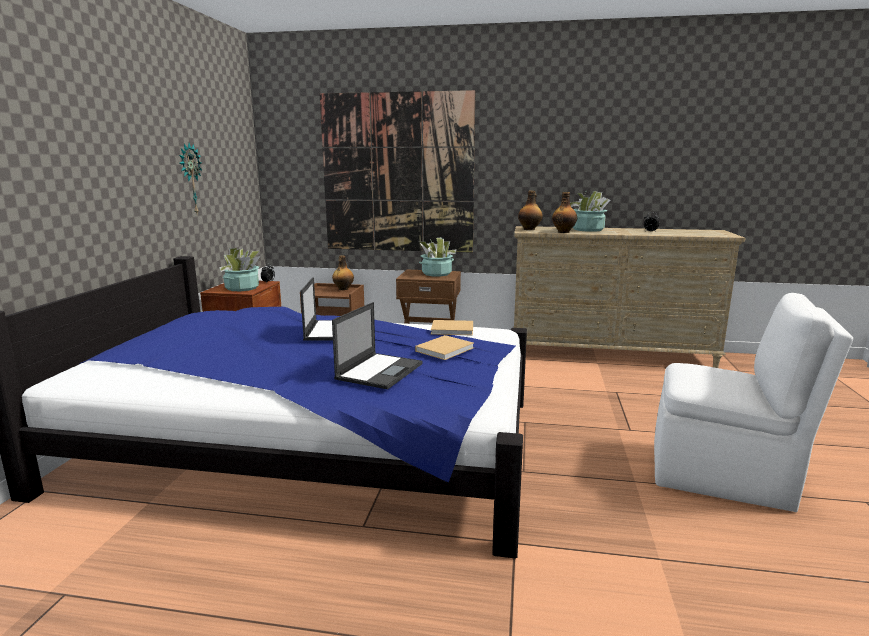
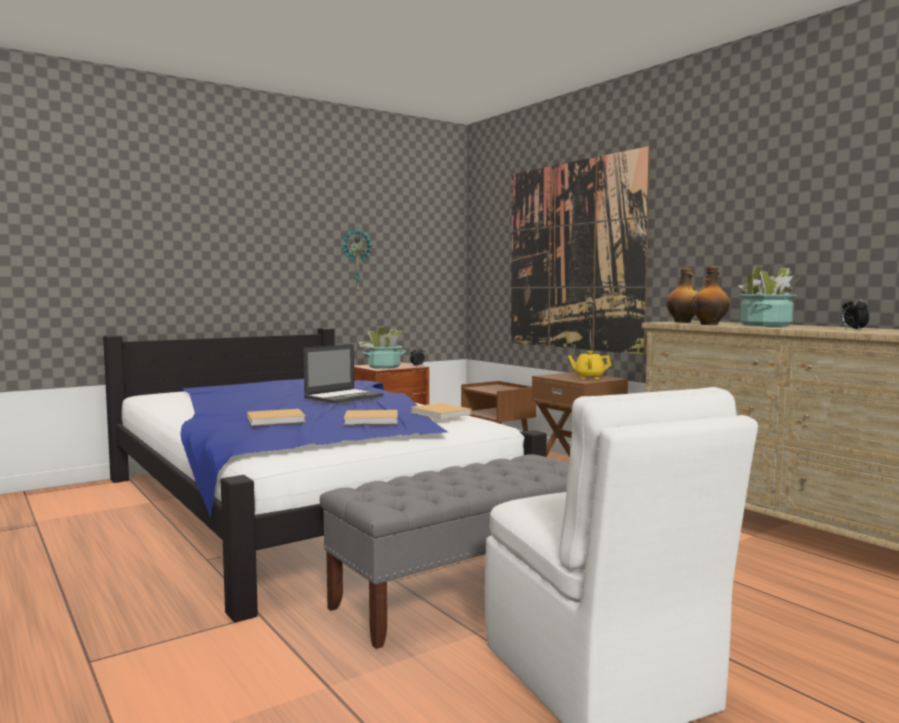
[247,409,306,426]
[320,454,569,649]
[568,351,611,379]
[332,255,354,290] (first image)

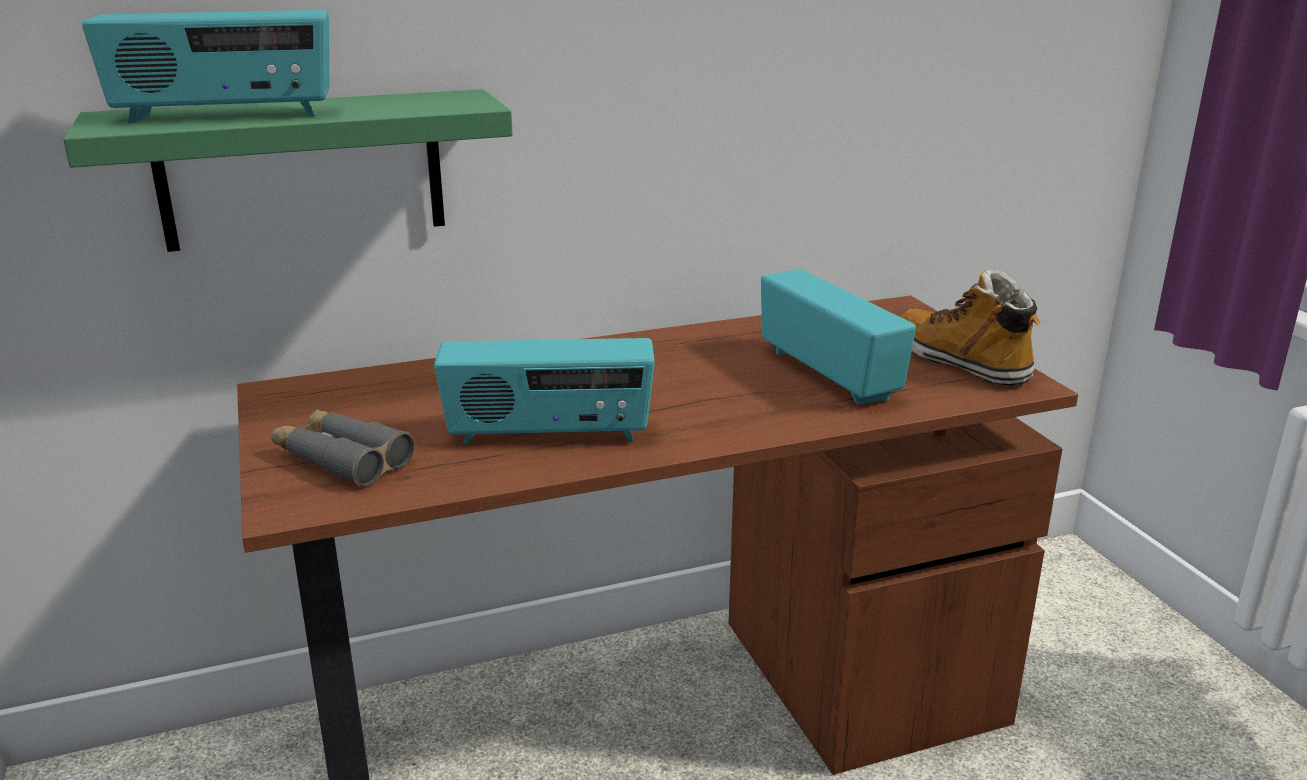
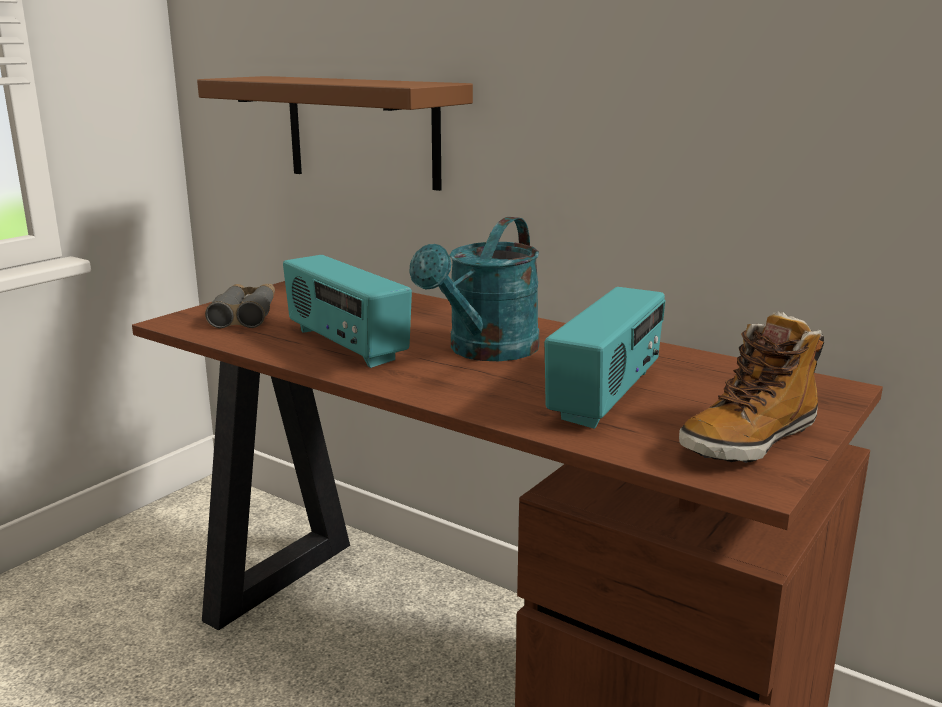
[197,76,473,191]
[410,217,539,361]
[679,311,824,463]
[82,10,329,123] (first image)

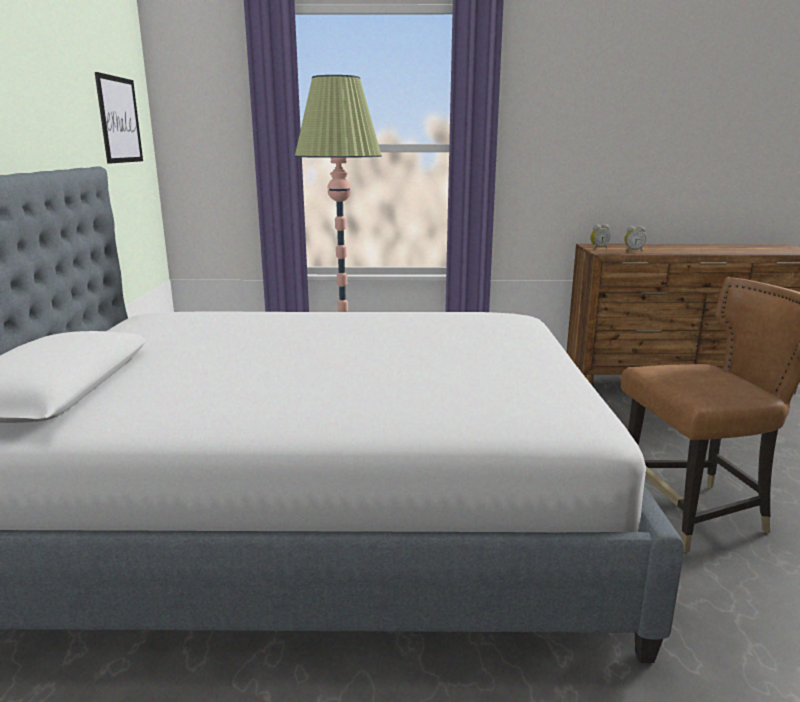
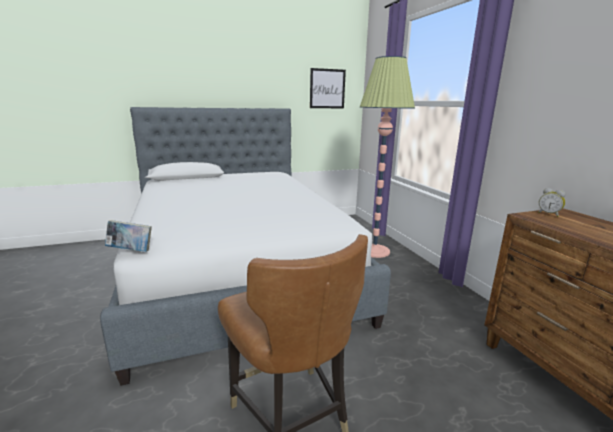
[105,220,152,252]
[624,226,646,251] (first image)

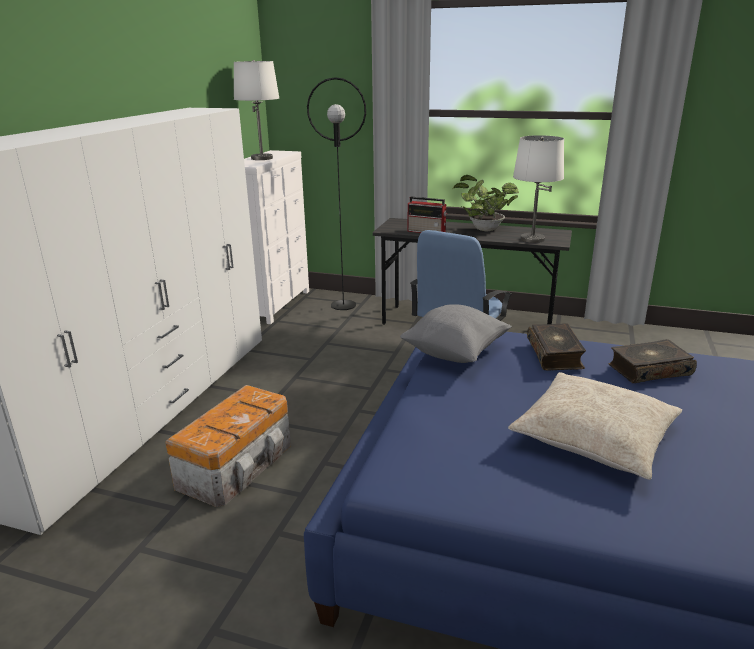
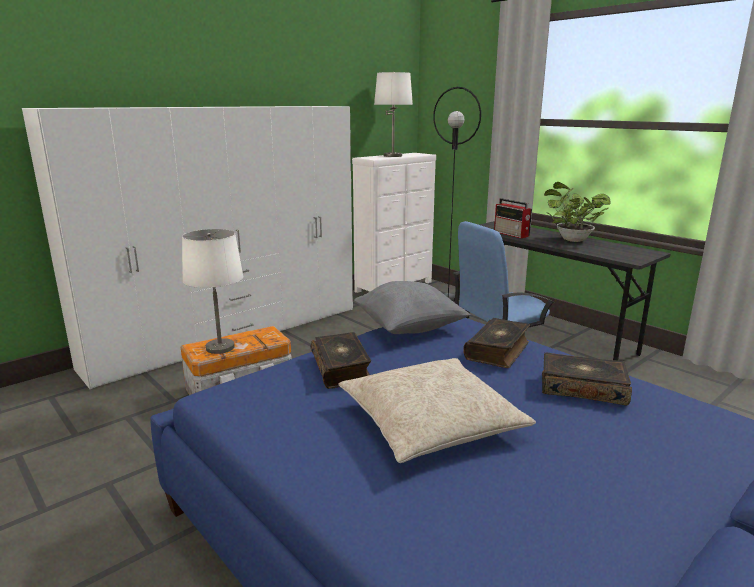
[182,229,244,354]
[311,332,371,389]

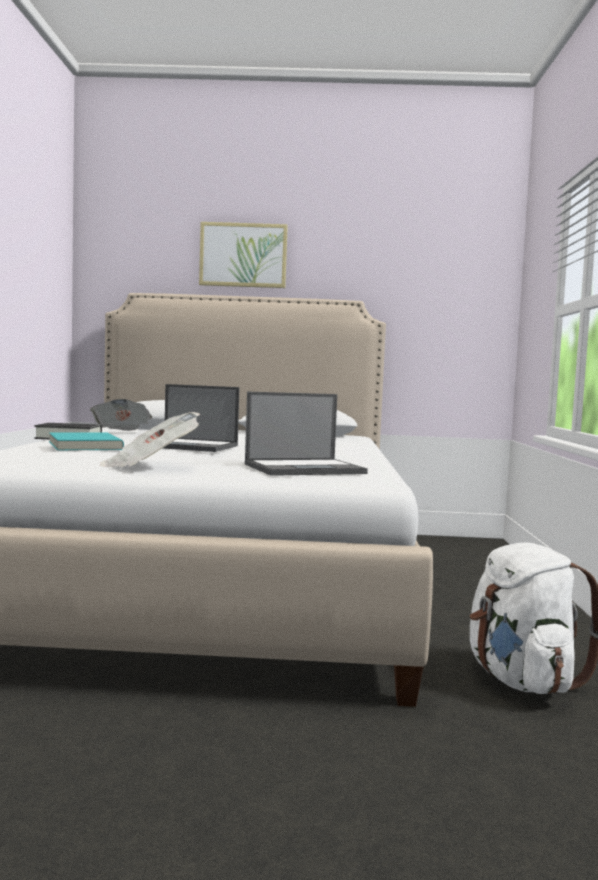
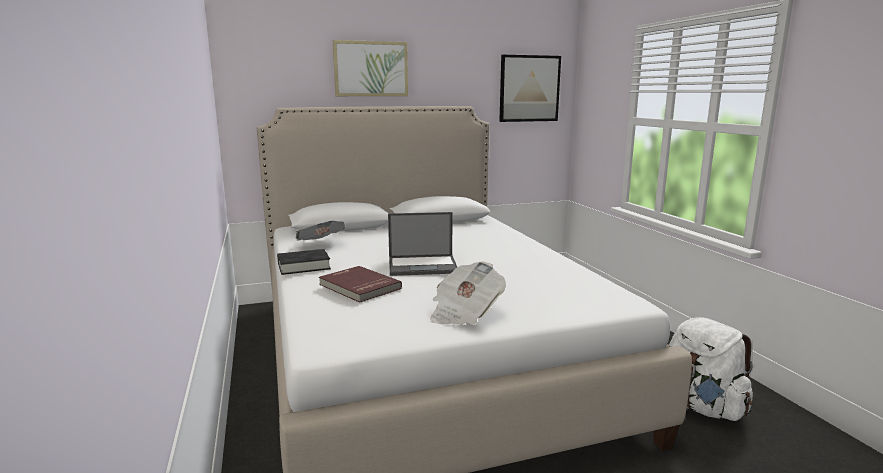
[319,266,402,303]
[499,55,561,122]
[245,392,368,476] (first image)

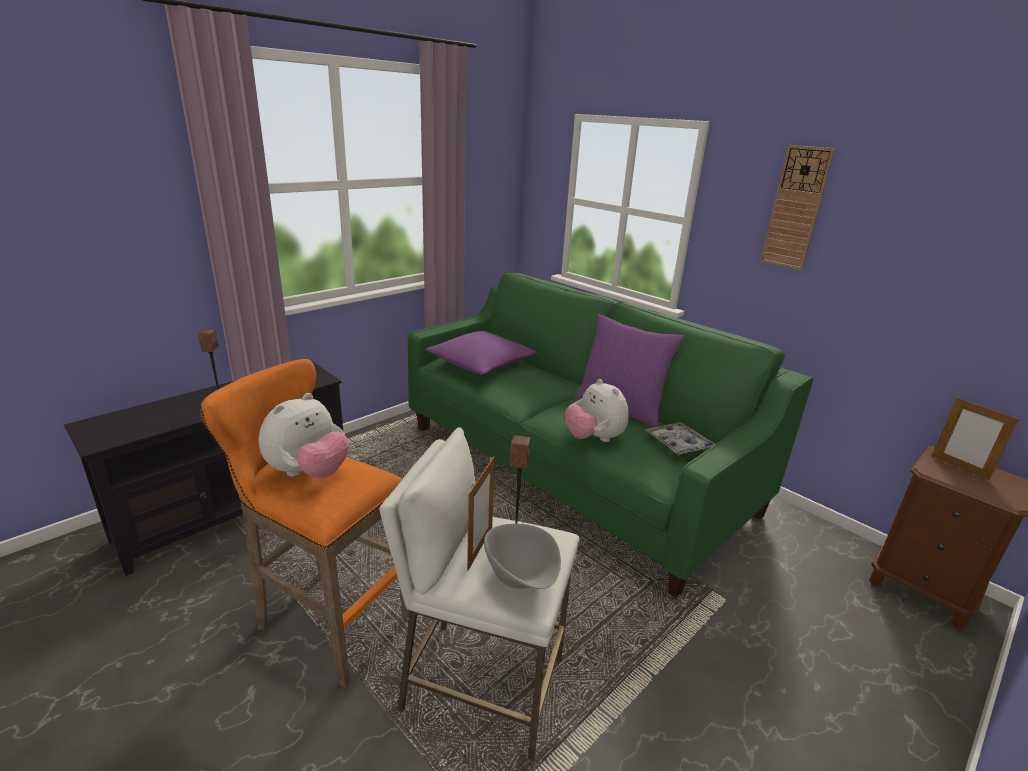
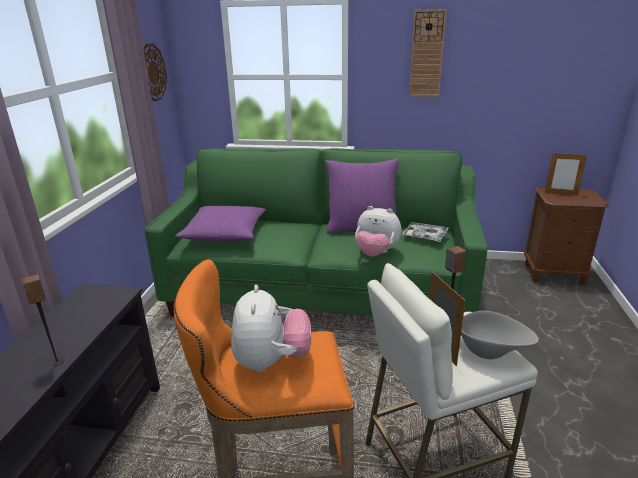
[143,43,167,102]

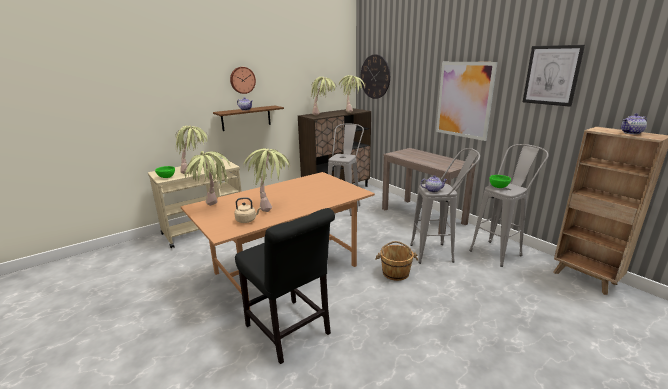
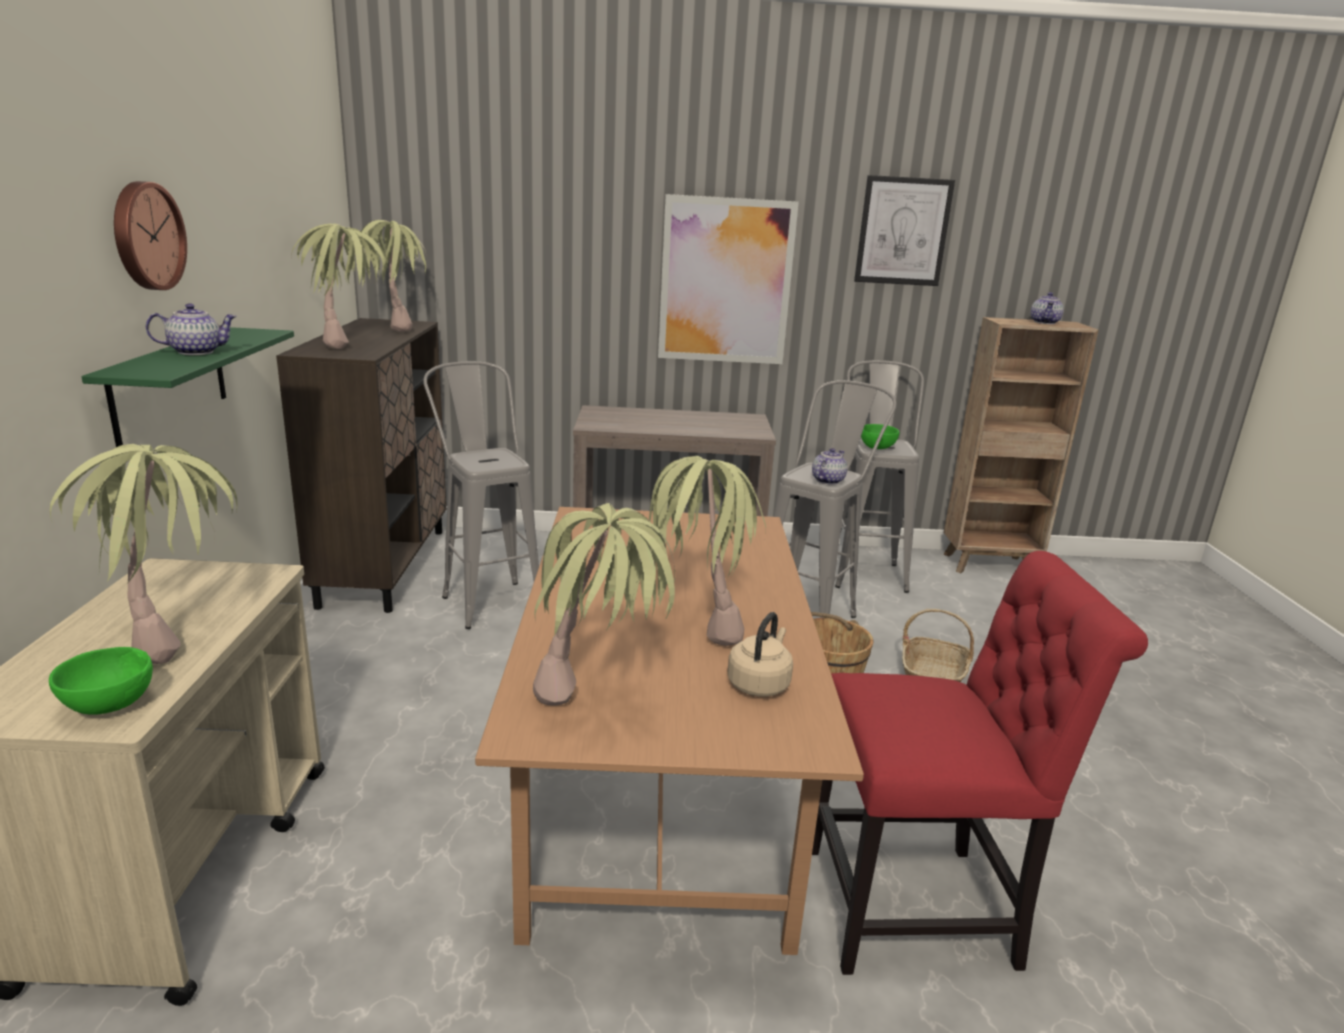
[81,327,294,447]
[812,551,1148,975]
[902,609,974,682]
[361,54,390,99] (first image)

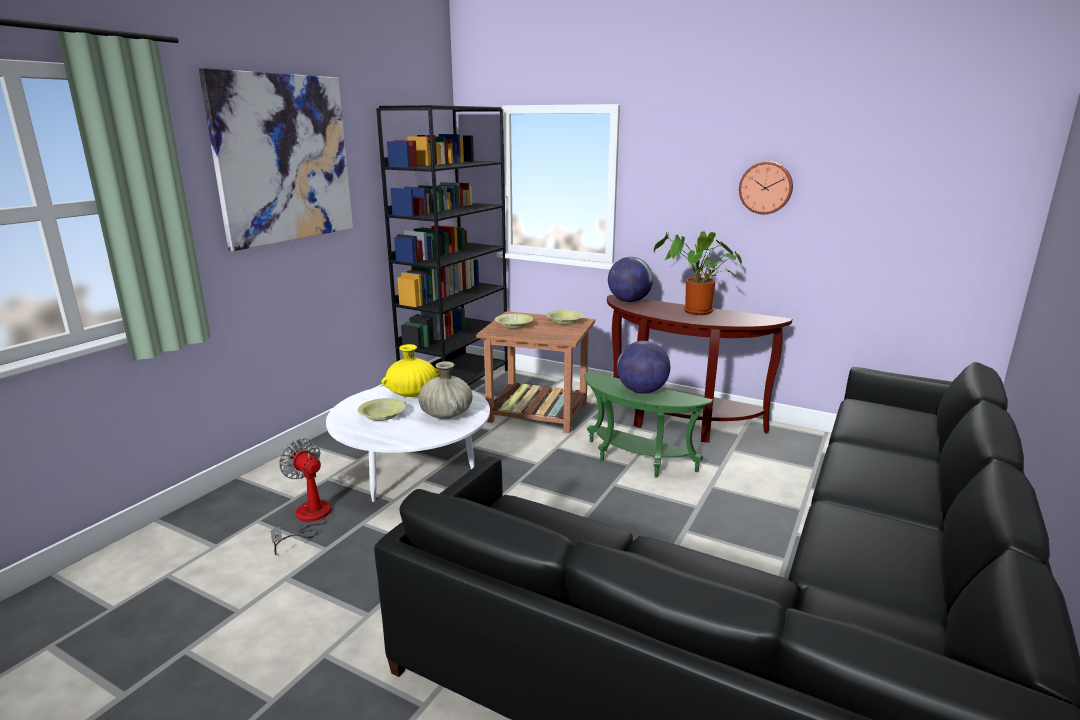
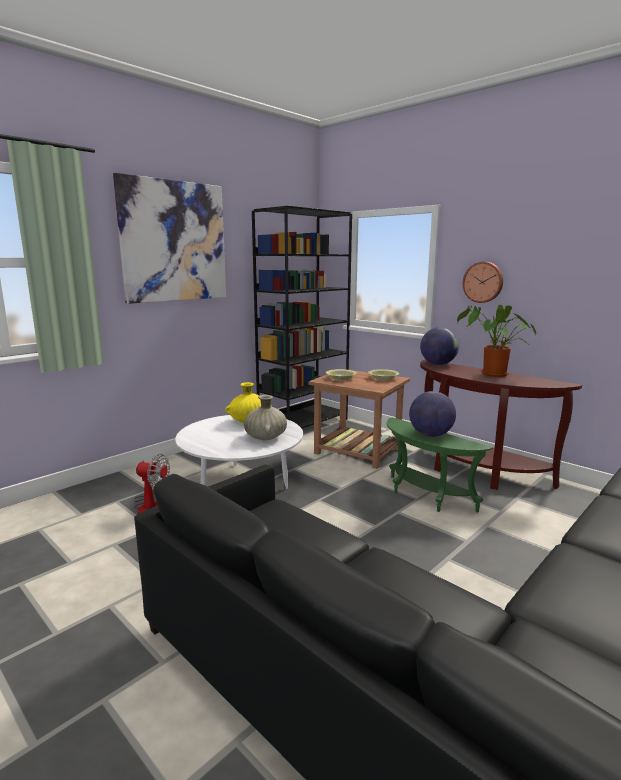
[134,454,170,514]
[463,262,503,303]
[357,398,405,421] (first image)

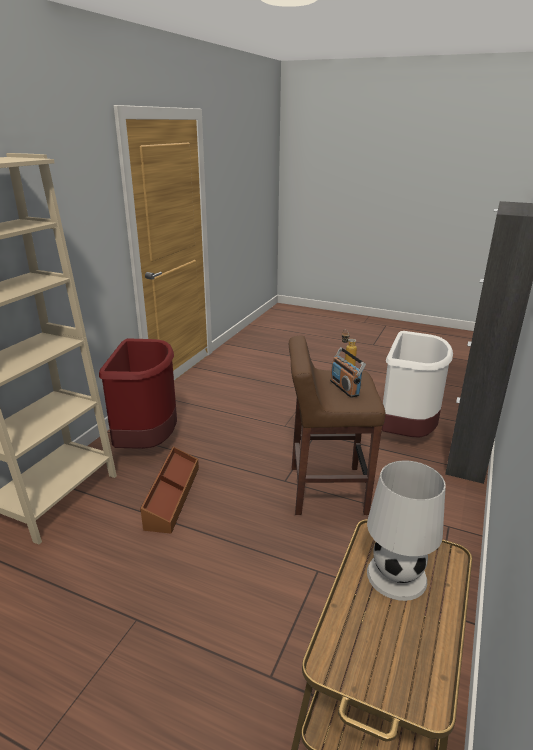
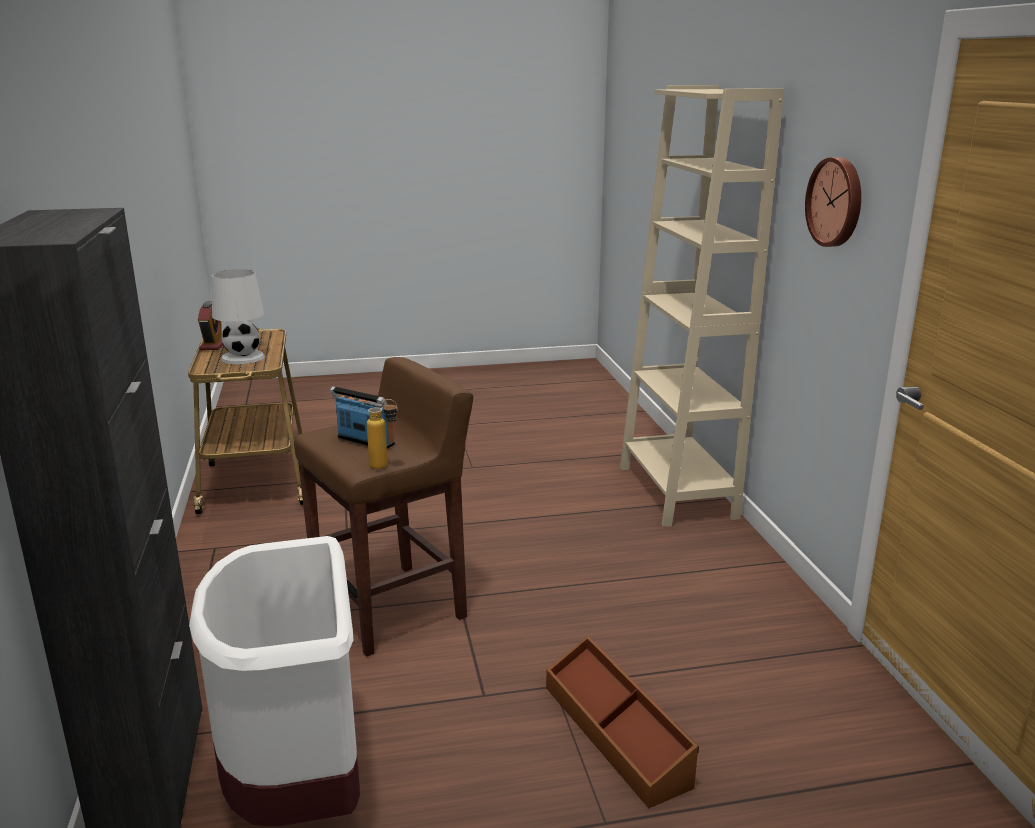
[198,301,223,350]
[546,636,699,808]
[805,157,861,247]
[99,338,177,449] (first image)

